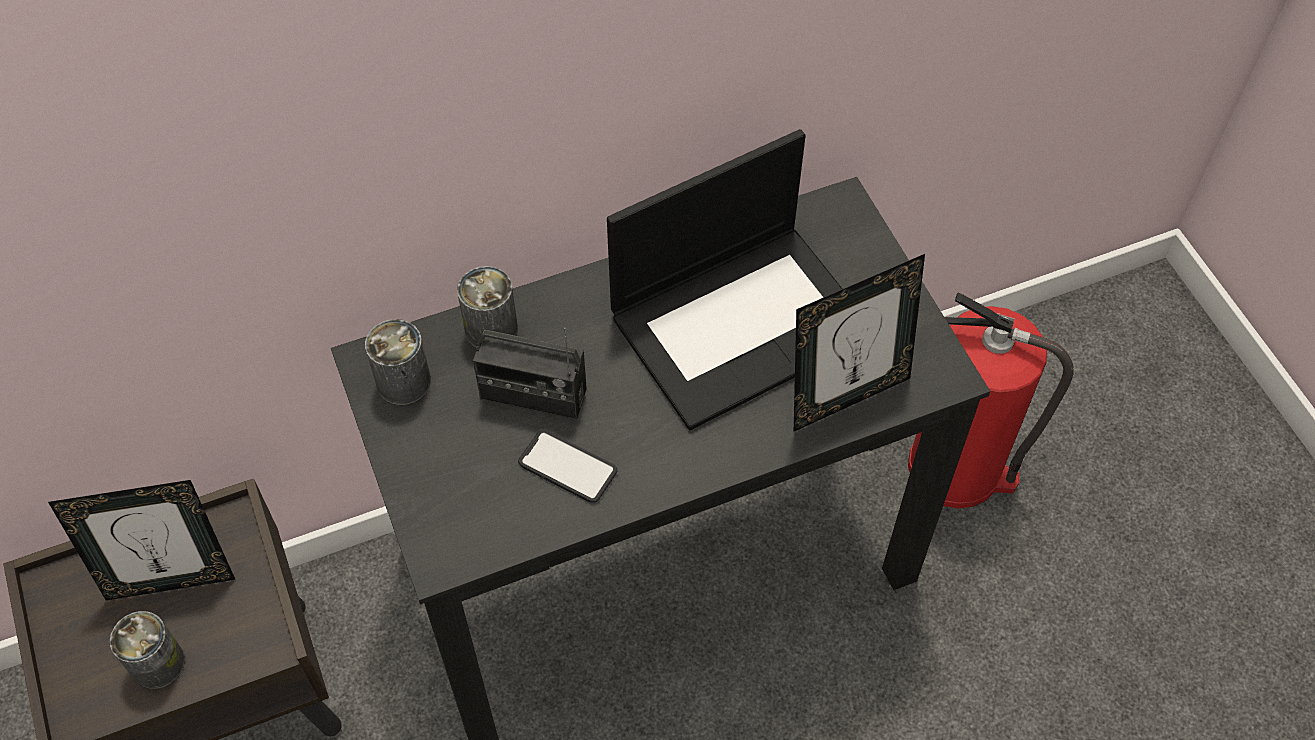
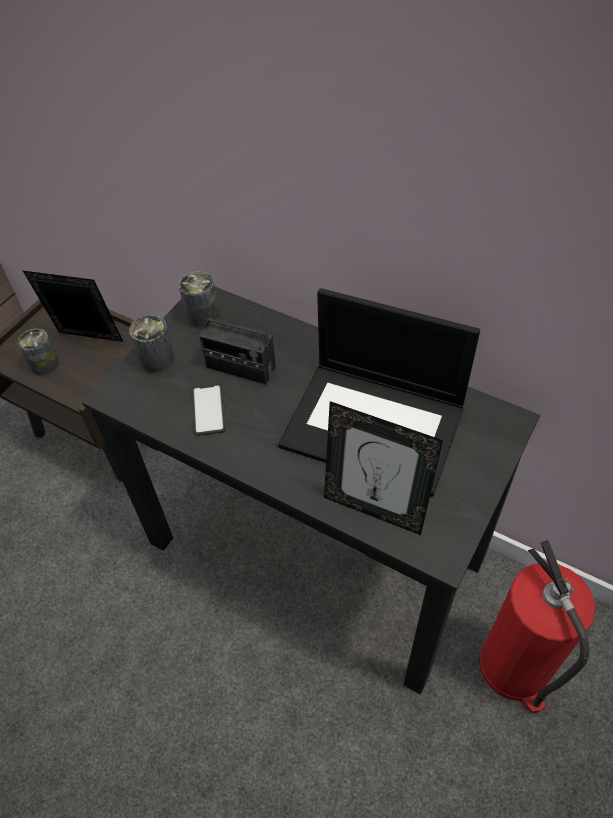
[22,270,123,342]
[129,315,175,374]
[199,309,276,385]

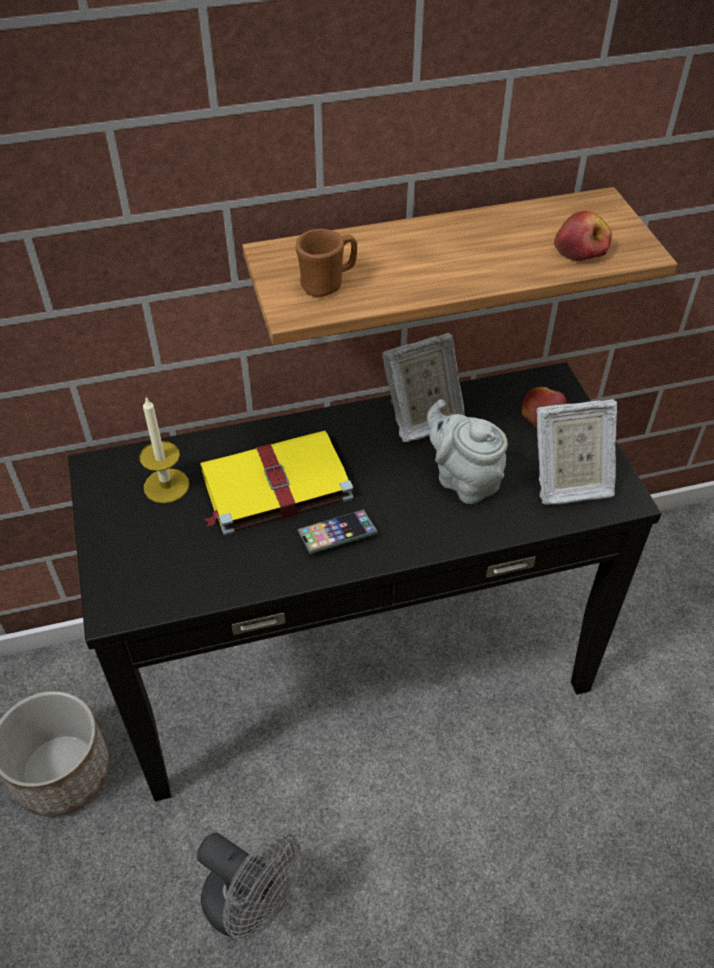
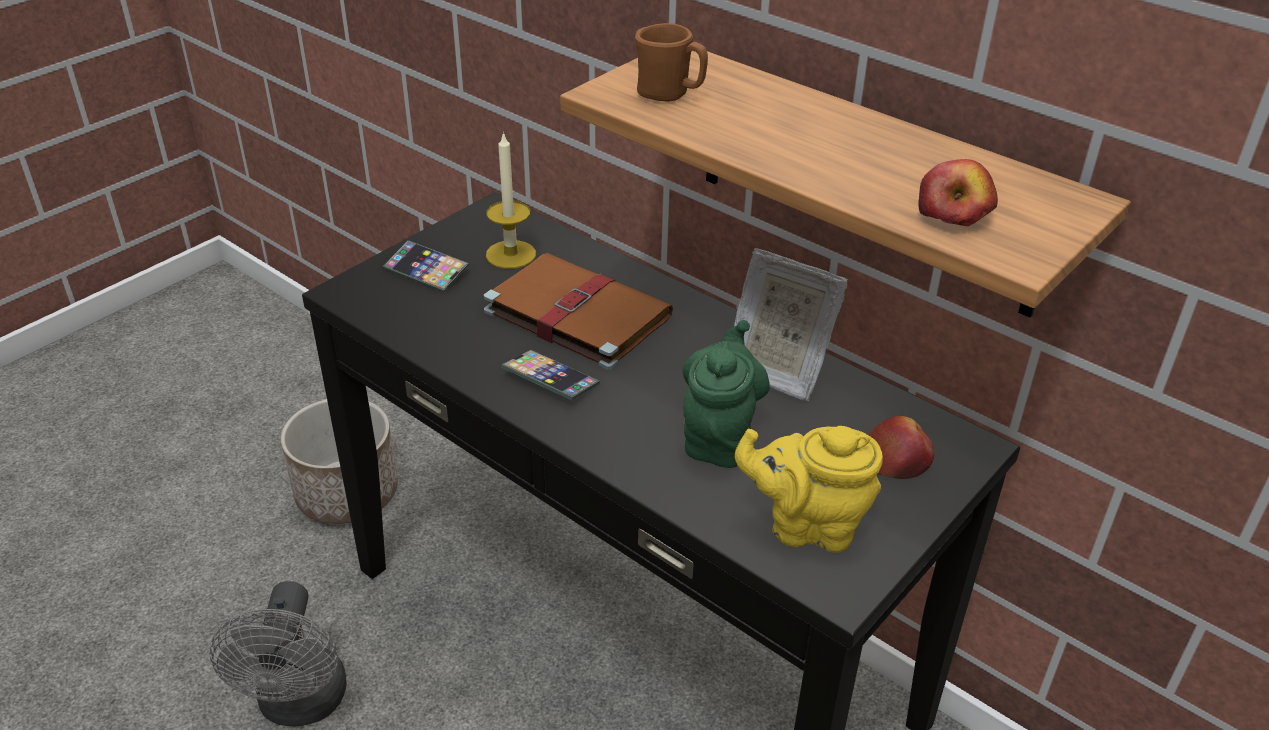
[383,240,469,292]
[484,253,673,370]
[683,320,770,468]
[735,426,883,553]

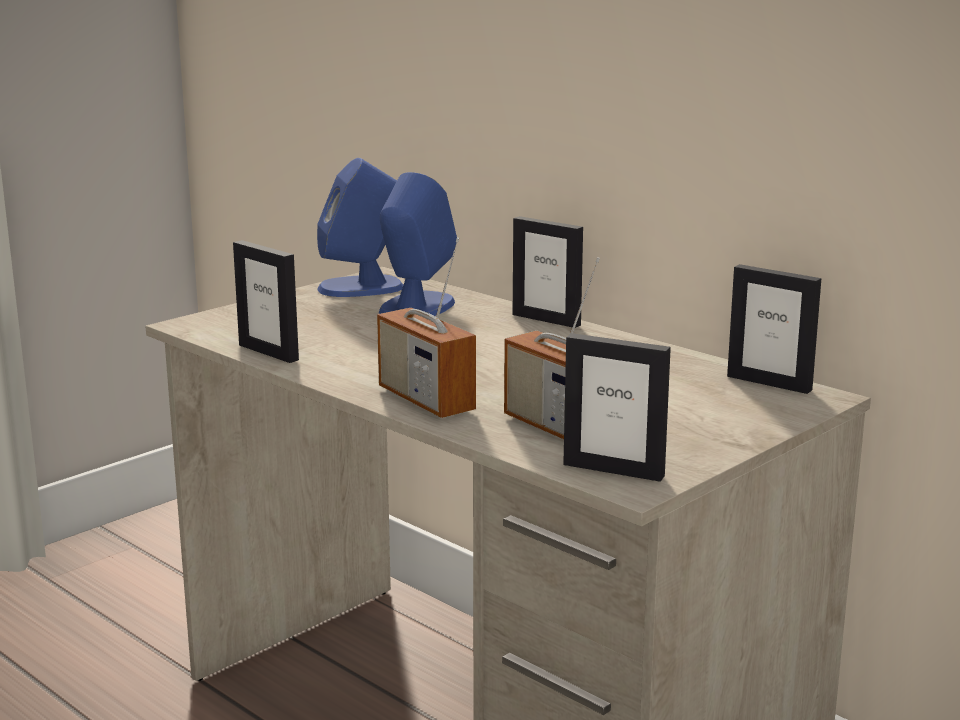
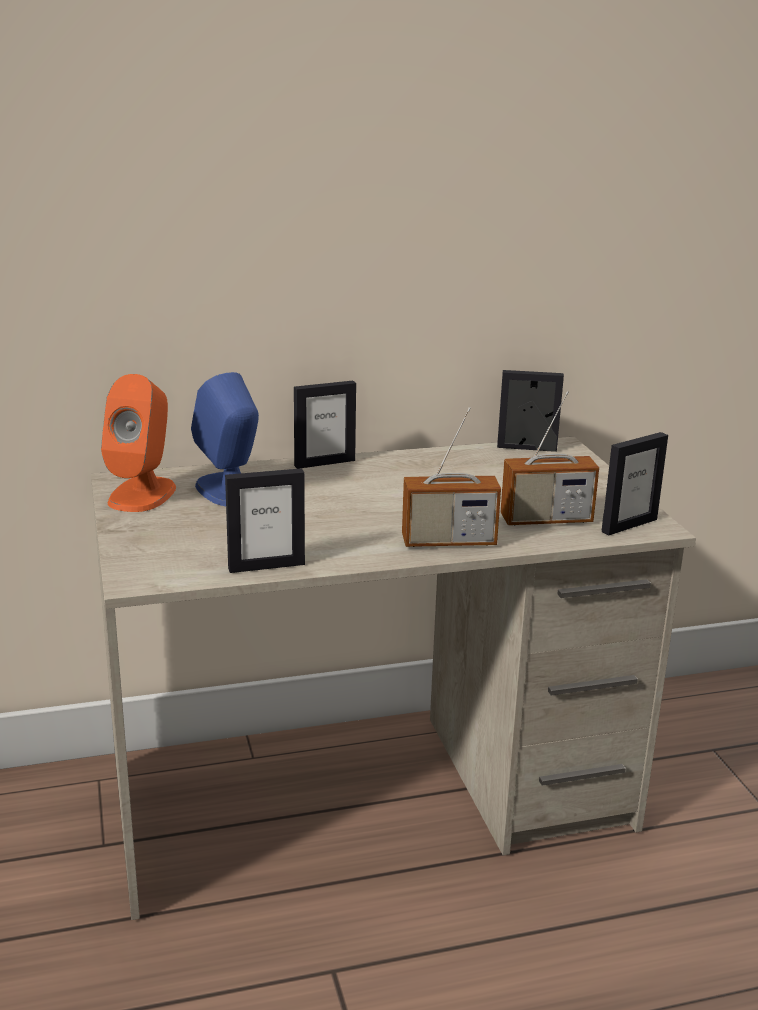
[101,374,176,512]
[497,370,564,452]

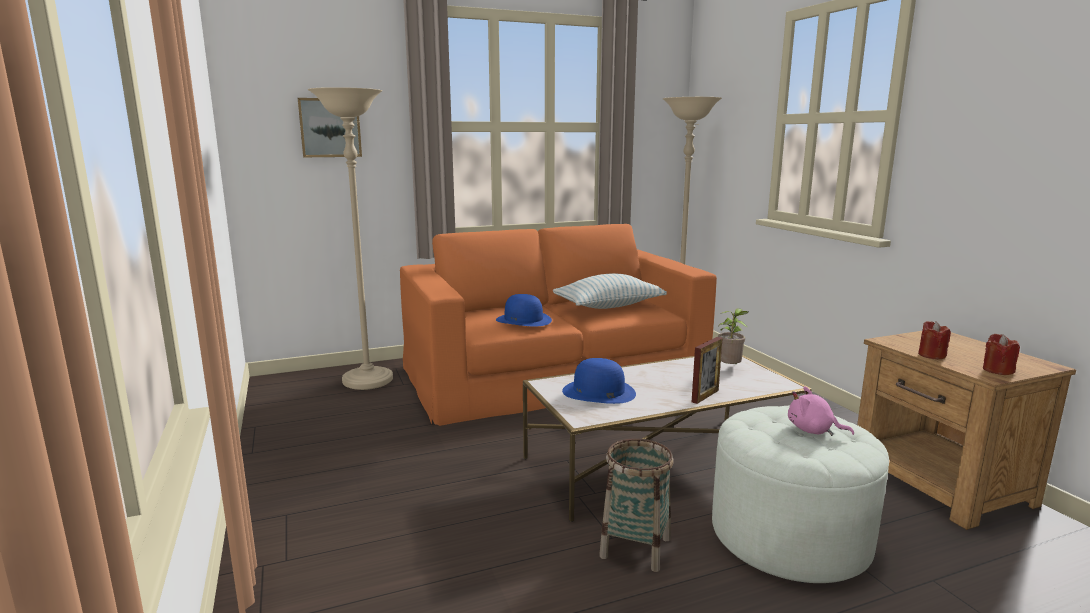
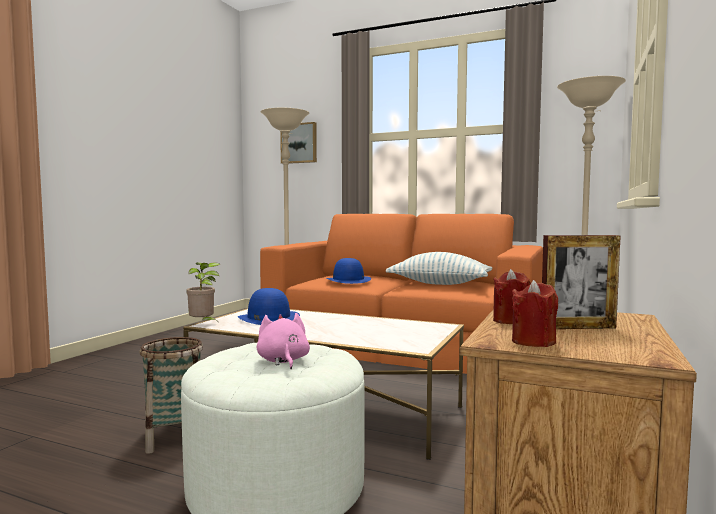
[186,262,220,324]
[542,235,621,329]

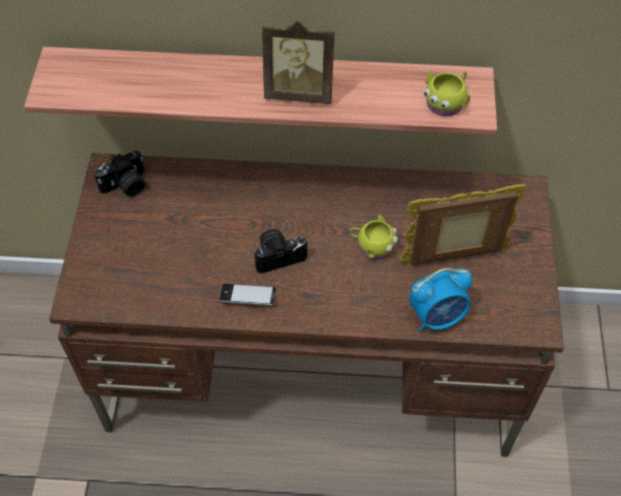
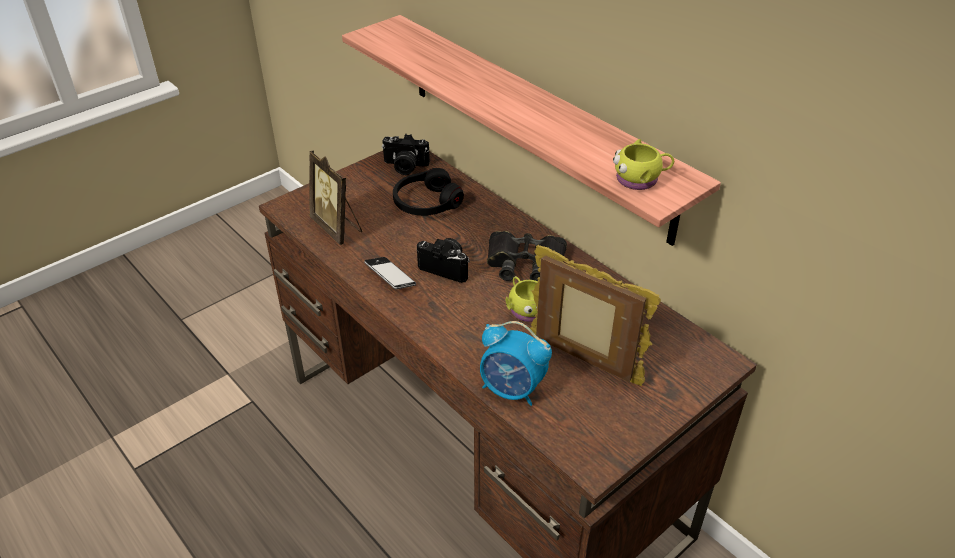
[309,150,362,245]
[393,168,464,216]
[487,231,567,281]

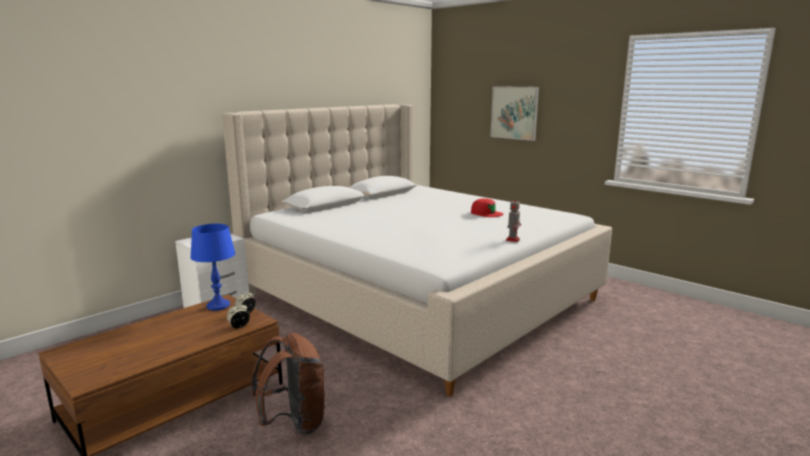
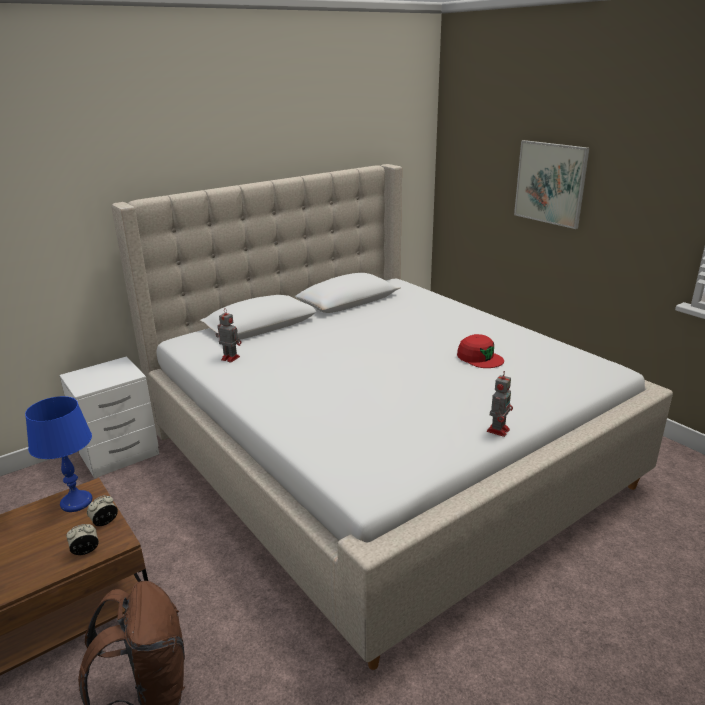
[216,310,241,363]

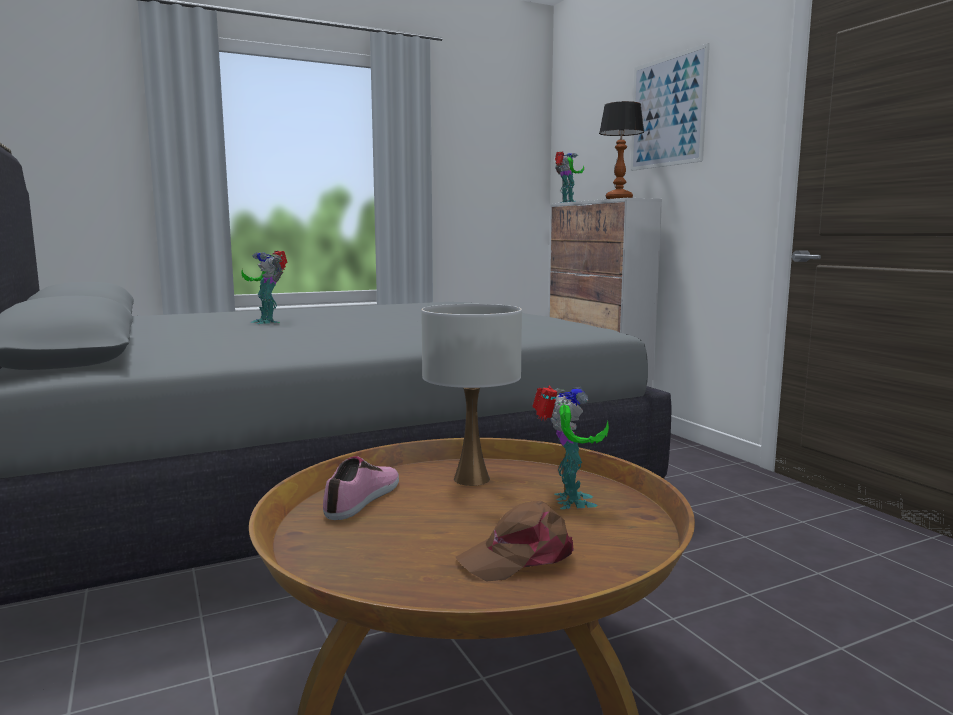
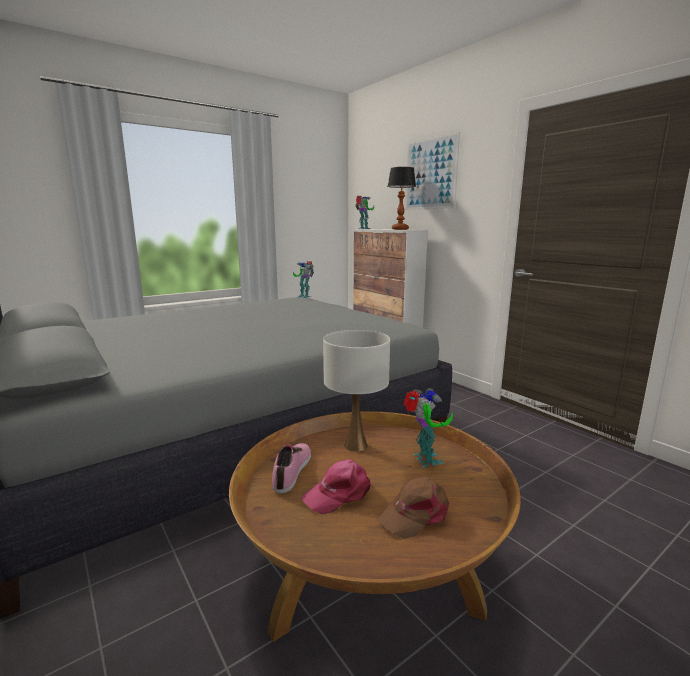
[293,261,314,298]
[301,459,371,515]

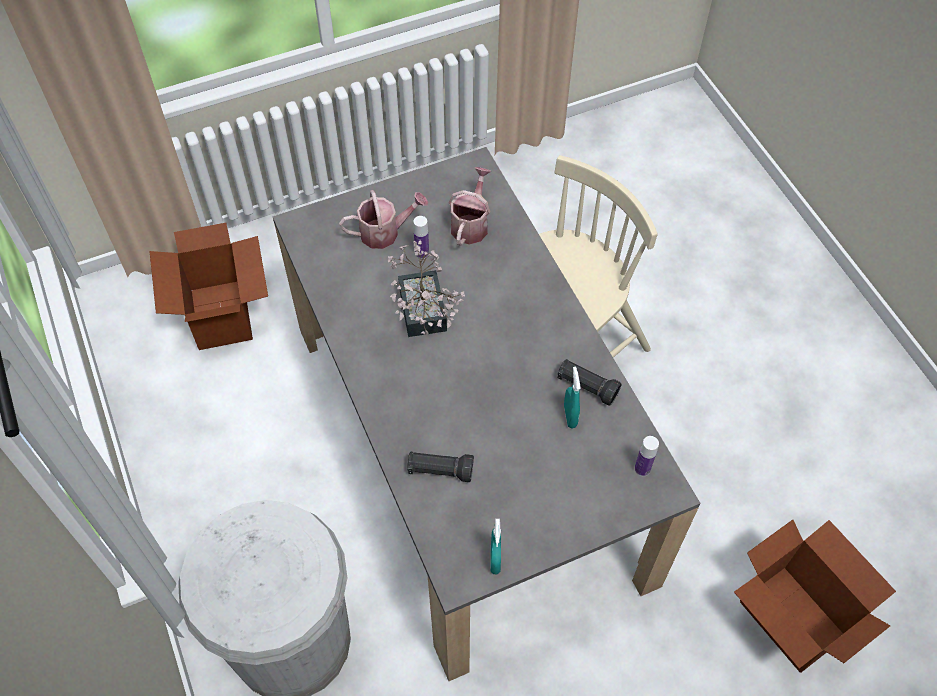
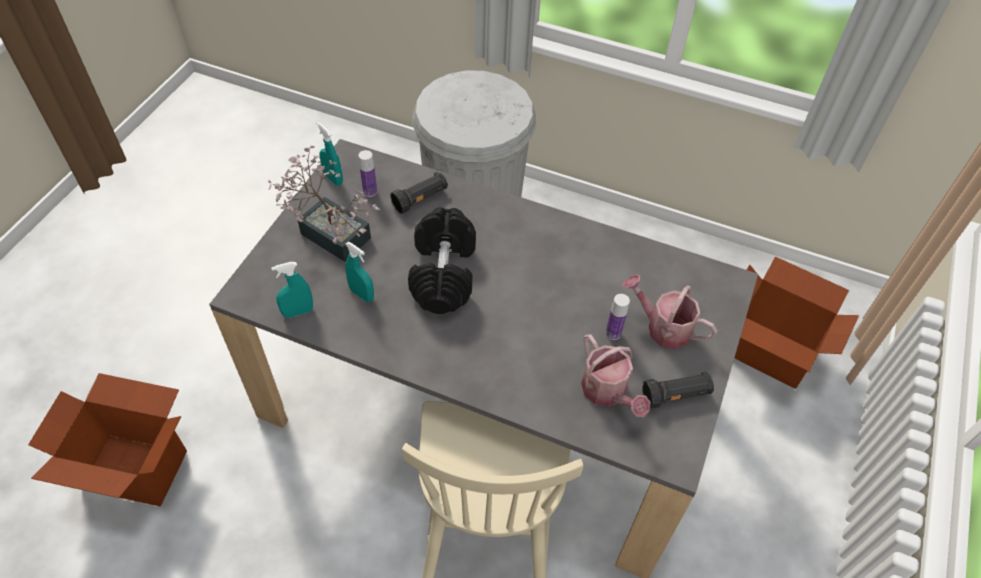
[268,146,380,262]
[271,262,313,318]
[358,150,377,197]
[408,207,476,314]
[622,275,717,349]
[642,371,714,409]

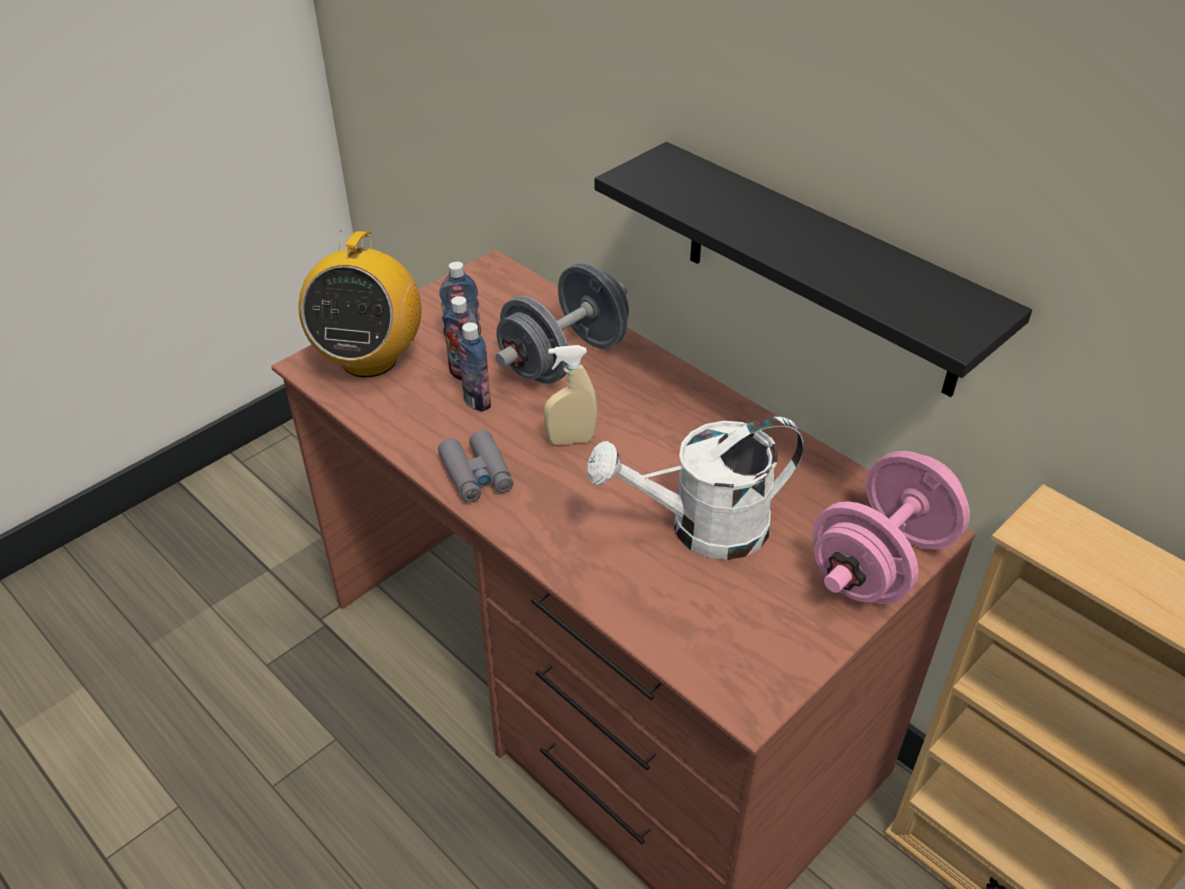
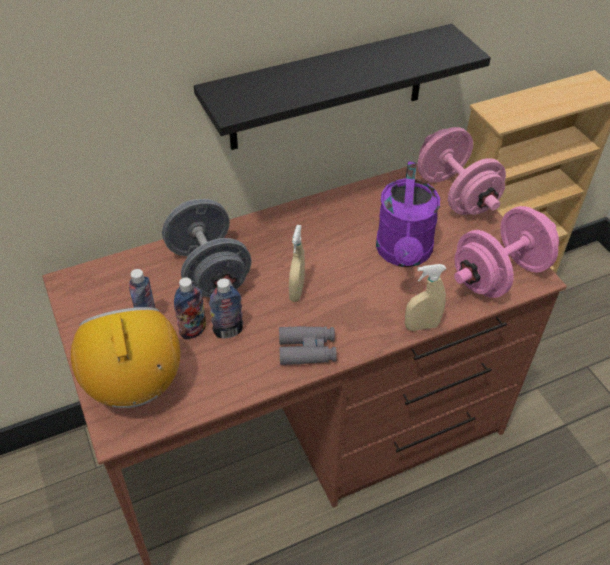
[71,307,180,408]
[376,161,440,267]
[405,264,446,331]
[454,206,559,298]

